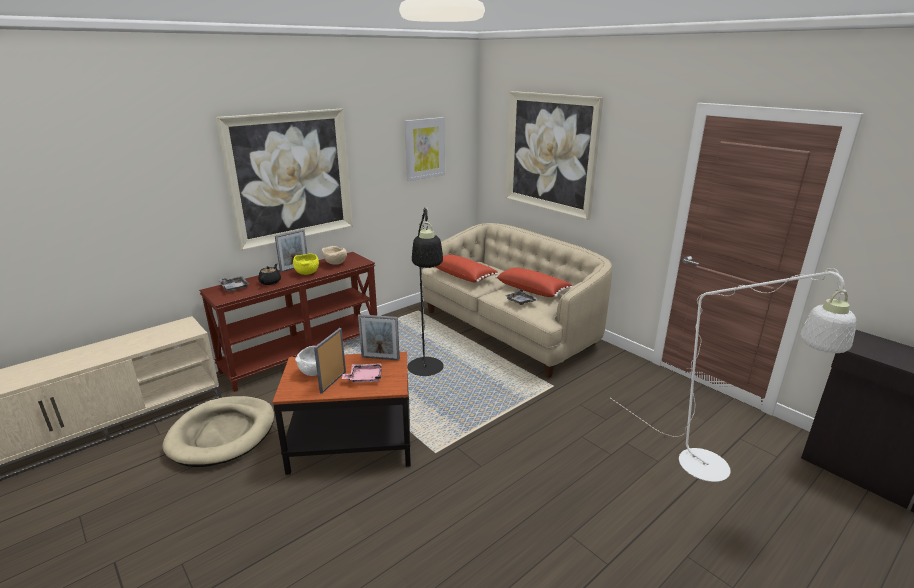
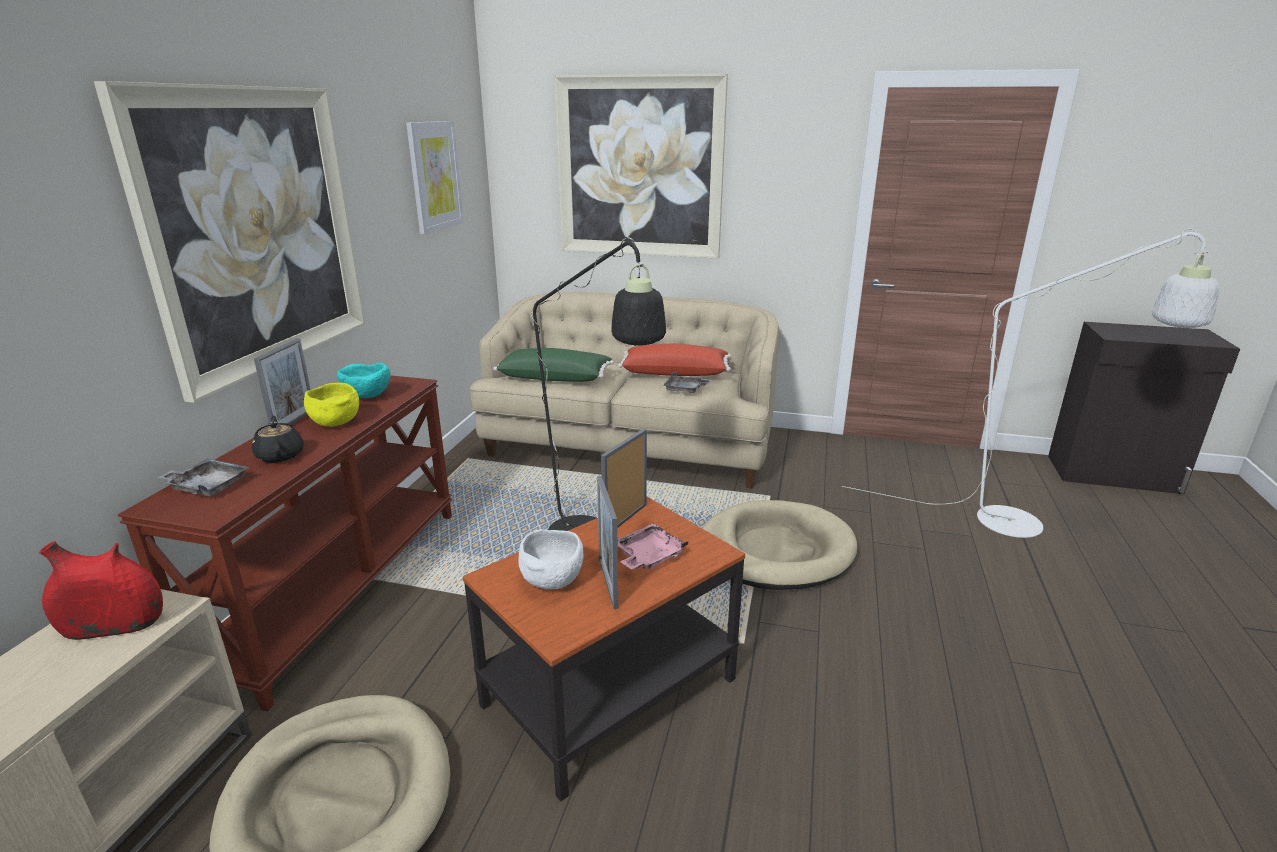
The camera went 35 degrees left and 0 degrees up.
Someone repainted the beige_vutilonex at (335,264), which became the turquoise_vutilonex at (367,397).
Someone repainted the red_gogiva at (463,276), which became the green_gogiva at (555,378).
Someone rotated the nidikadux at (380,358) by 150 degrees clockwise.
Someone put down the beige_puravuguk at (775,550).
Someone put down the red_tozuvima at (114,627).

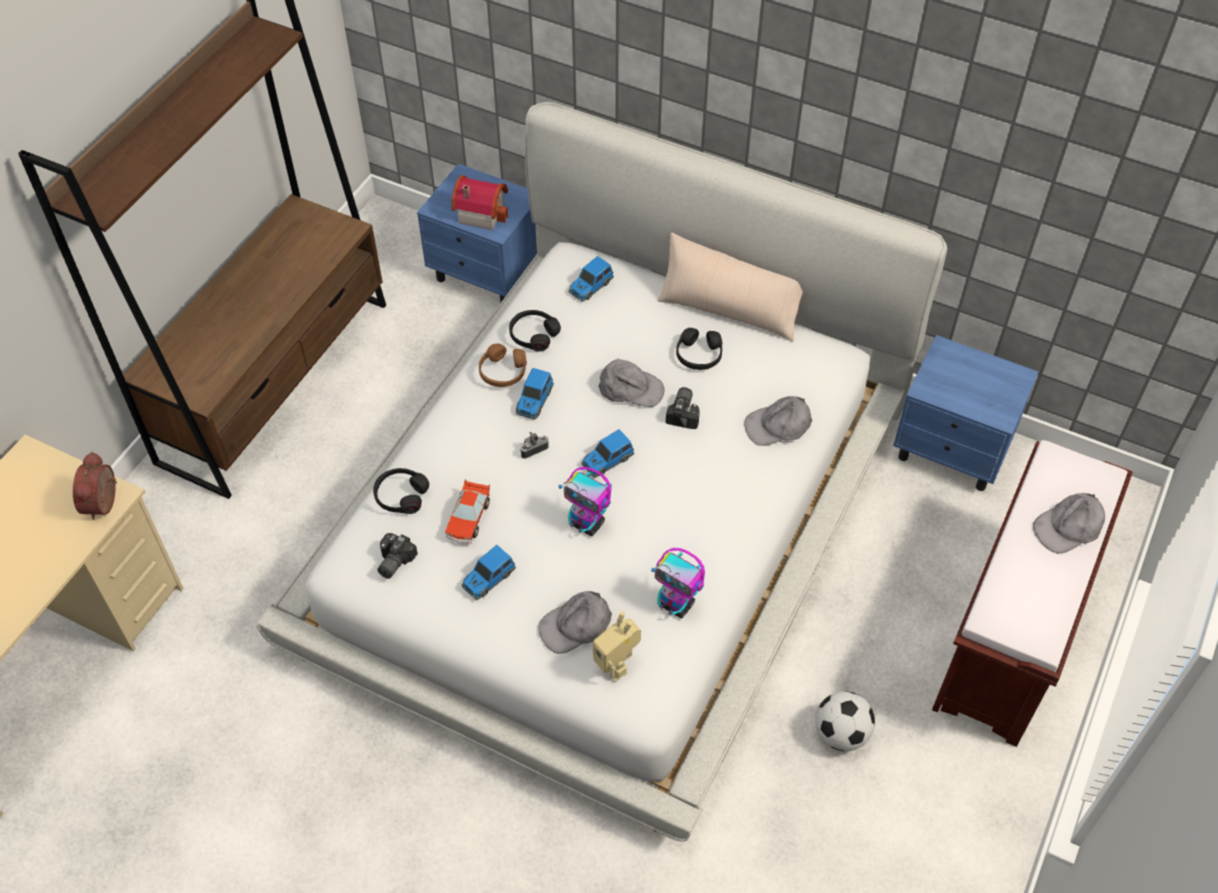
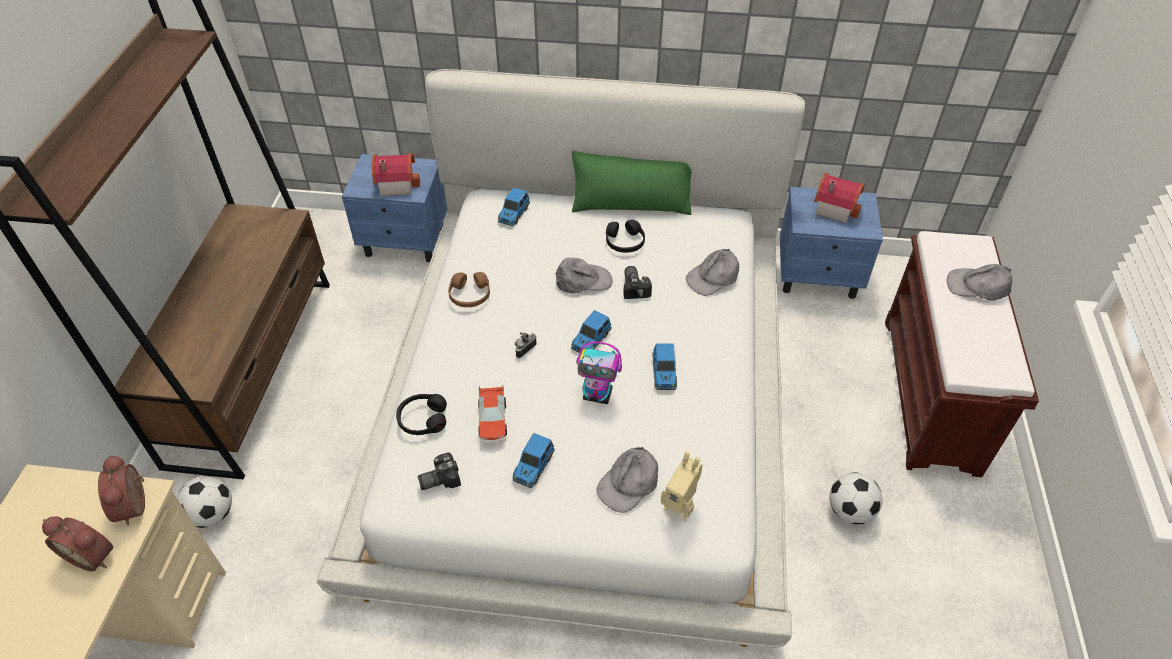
The camera went 20 degrees left and 5 degrees down.
Someone repainted the beige_gogiva at (729,309), which became the green_gogiva at (631,204).
Someone took away the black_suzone at (533,335).
Someone carried the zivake from (534,401) to (664,373).
Someone rotated the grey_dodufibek at (1068,527) by 60 degrees clockwise.
Someone rotated the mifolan at (392,561) by 60 degrees clockwise.
Someone took away the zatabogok at (676,604).
Someone put down the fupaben at (834,207).
Someone put down the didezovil at (212,514).
Someone put down the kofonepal at (93,554).

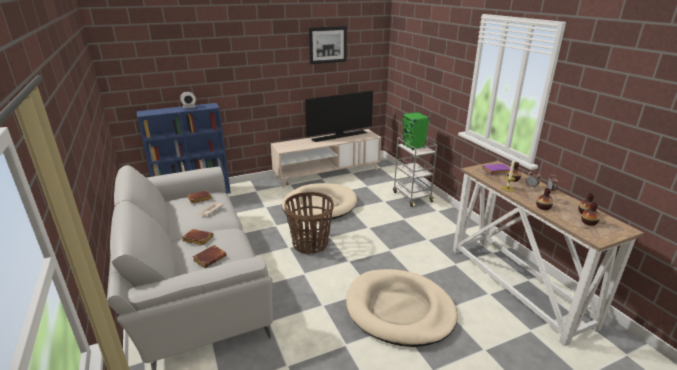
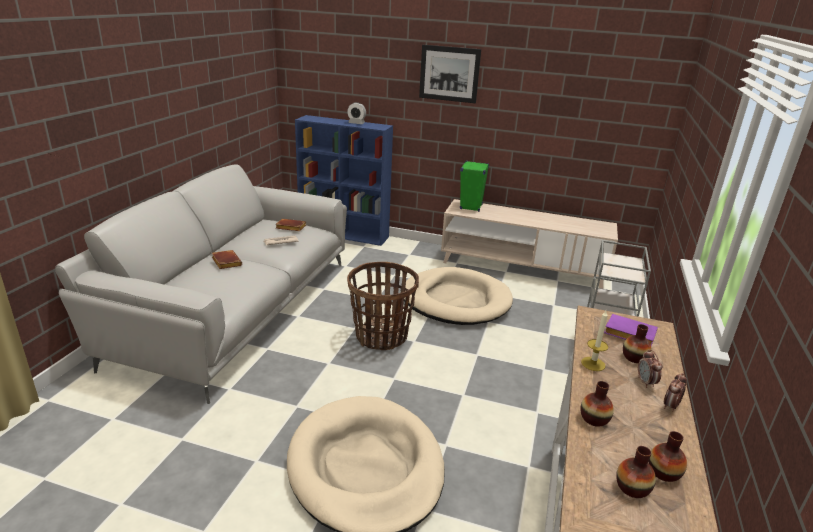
The camera went 40 degrees right and 0 degrees up.
Someone carried the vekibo from (328,45) to (449,74).
Someone took away the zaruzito at (339,136).
Someone carried the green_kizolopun from (413,146) to (471,207).
Someone took away the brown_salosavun at (210,258).

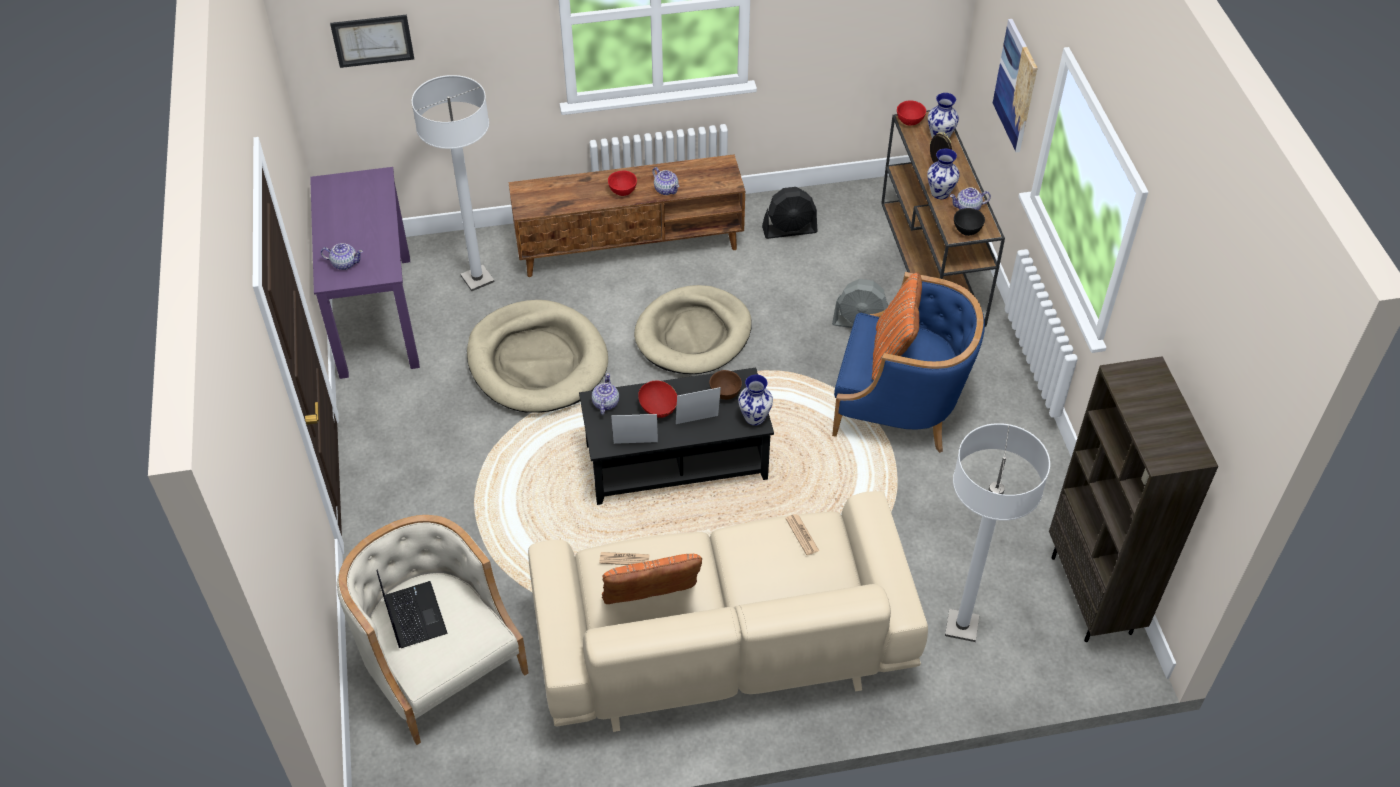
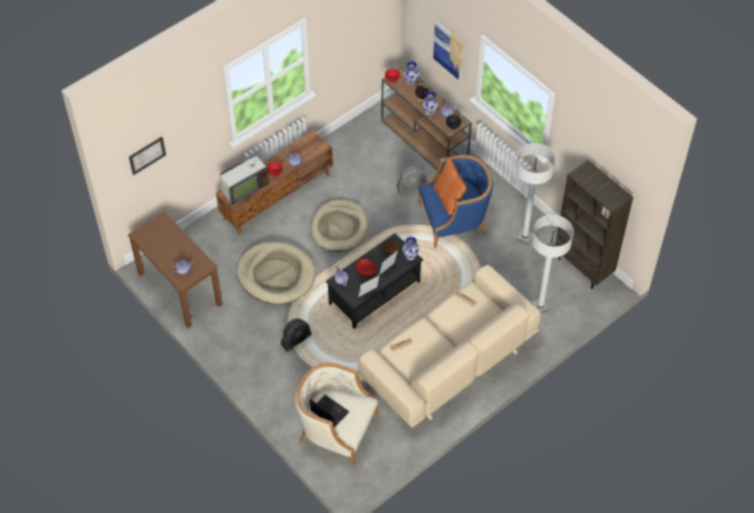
The camera went 30 degrees left and 5 degrees up.
Someone carried the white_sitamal from (477,279) to (524,237).
Someone repainted the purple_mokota at (375,314), which became the brown_mokota at (179,288).
Someone carried the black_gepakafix from (789,230) to (296,340).
Someone took away the orange_gogiva at (651,603).
Someone put down the zaruzito at (243,189).

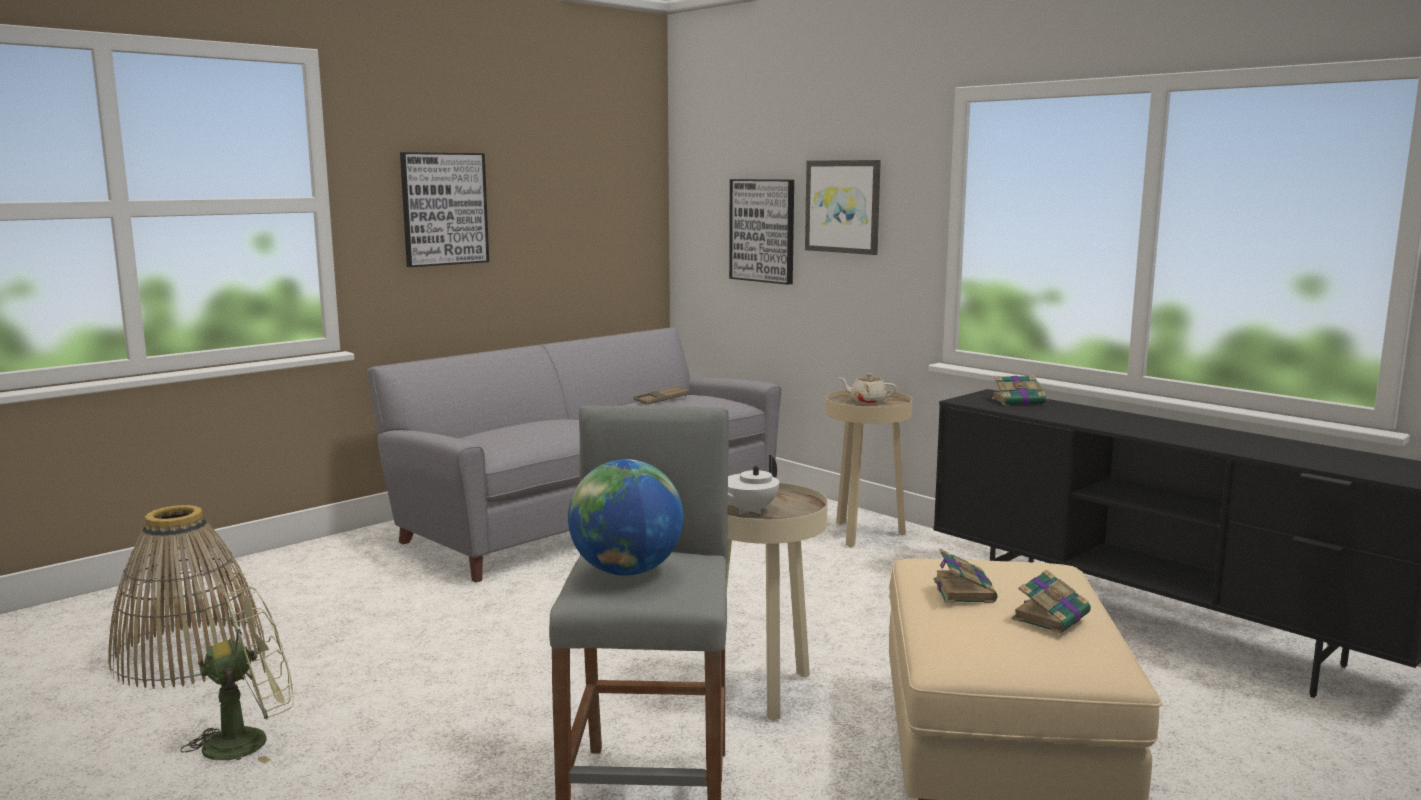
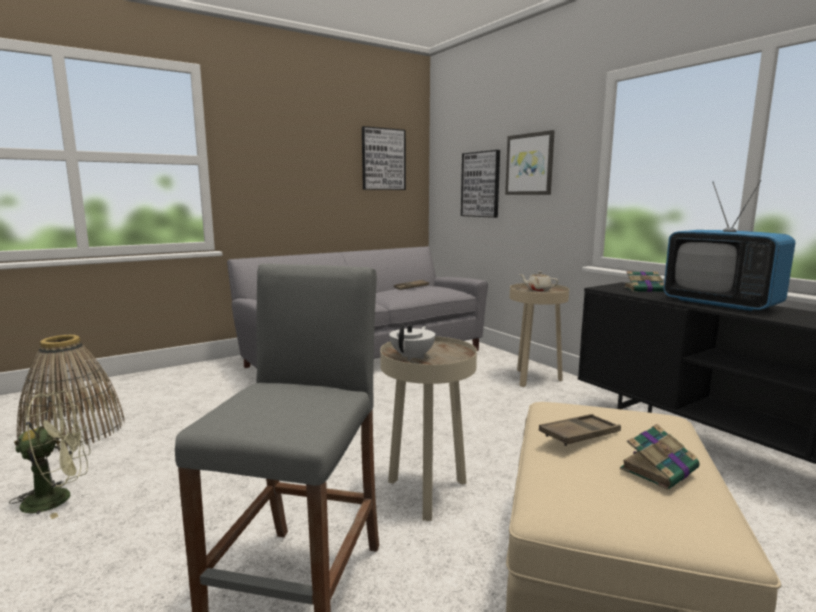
The camera went 10 degrees right and 0 degrees up.
Someone carried the vekibo from (444,209) to (383,159).
Someone rotated the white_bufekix at (748,511) by 150 degrees clockwise.
Someone took away the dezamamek at (626,572).
Someone swapped the salosavun at (963,590) for the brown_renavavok at (579,435).
Someone put down the zaruzito at (720,304).

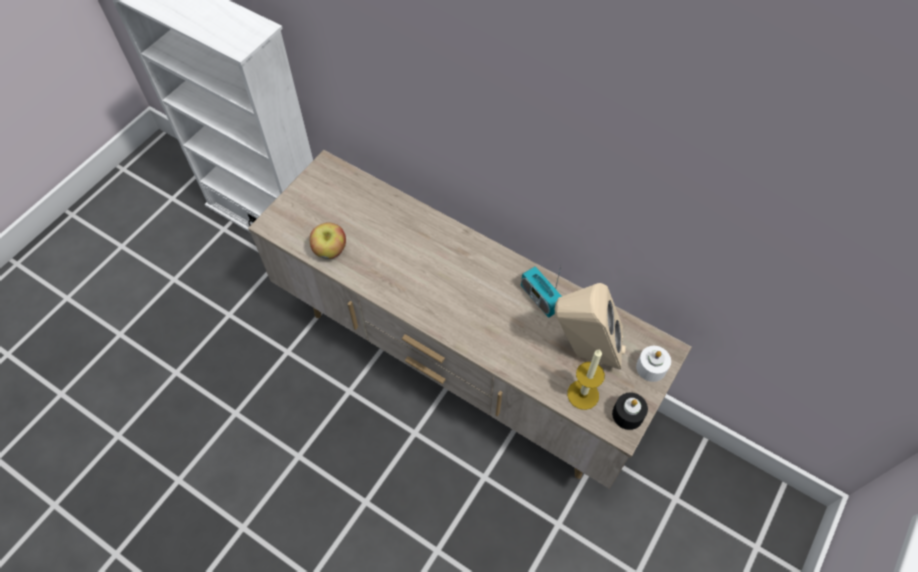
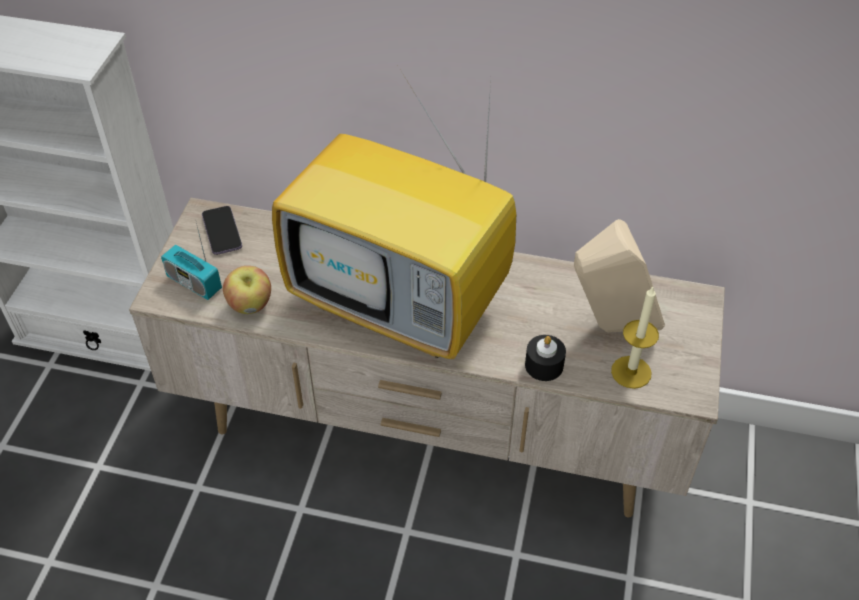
The camera went 20 degrees left and 10 degrees down.
Someone carried the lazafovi from (540,298) to (194,283).
Someone took away the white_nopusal at (651,367).
Someone carried the black_nopusal from (627,415) to (544,365).
Someone put down the zaruzito at (403,305).
Someone put down the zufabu at (222,231).

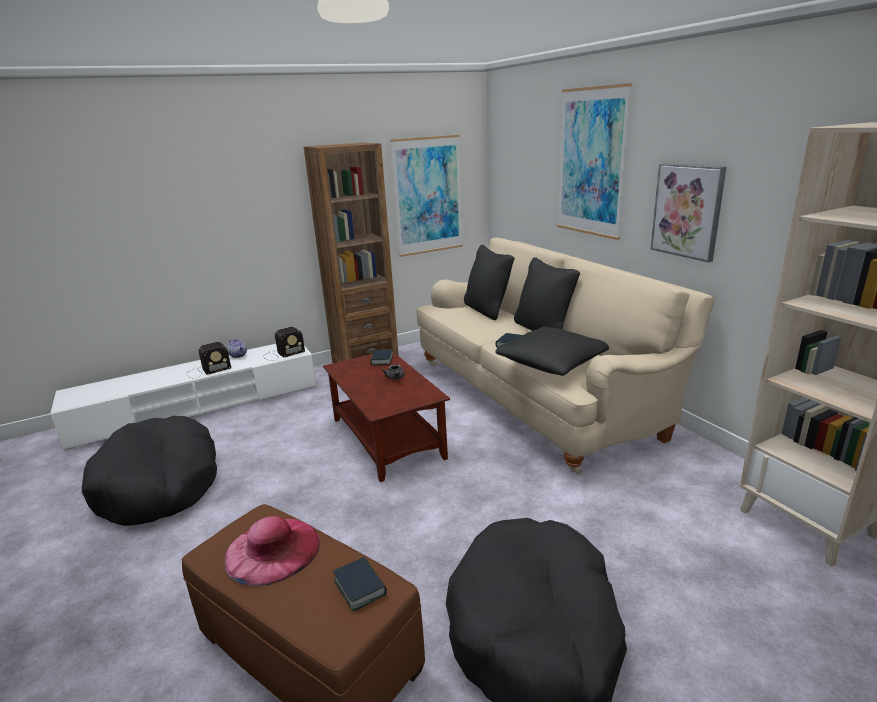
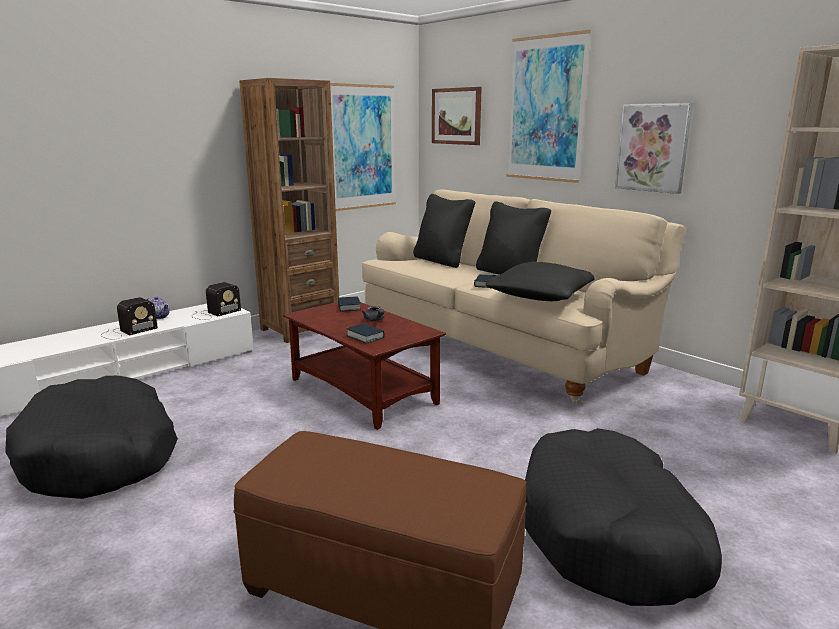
The camera went 15 degrees left and 5 degrees down.
Someone took away the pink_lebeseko at (272,550).
Someone carried the salosavun from (360,587) to (365,337).
Someone put up the vekibo at (456,116).

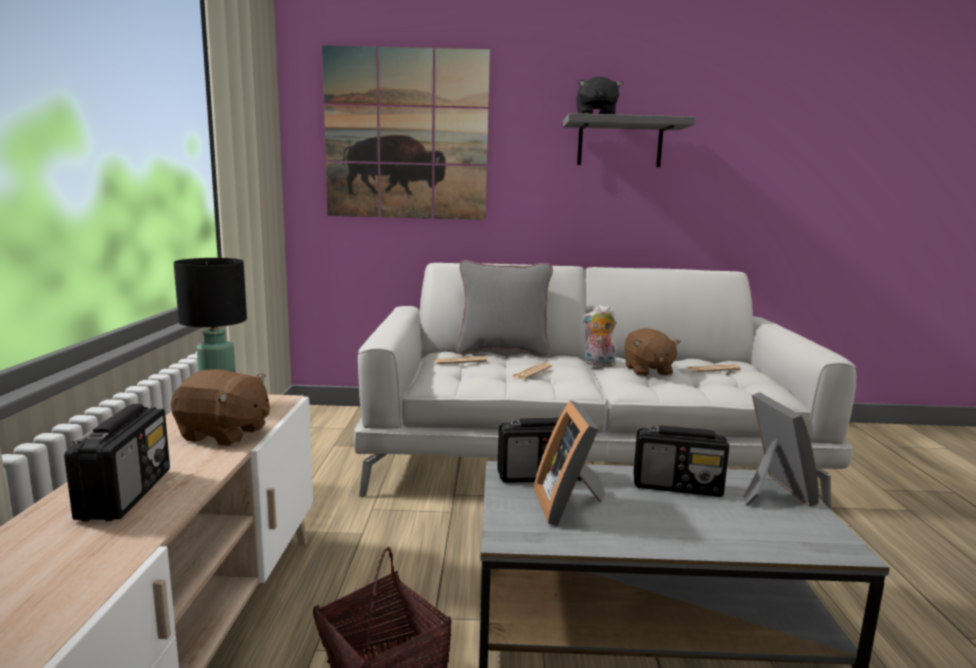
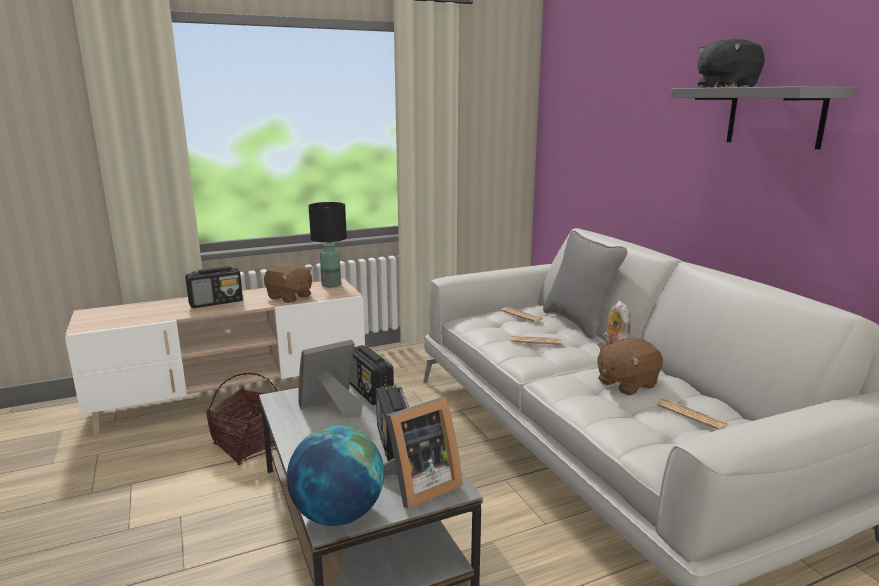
The camera went 65 degrees right and 5 degrees up.
Someone took away the vekibo at (406,135).
Someone rotated the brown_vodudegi at (224,434) by 45 degrees counterclockwise.
Someone put down the dezamamek at (338,514).

